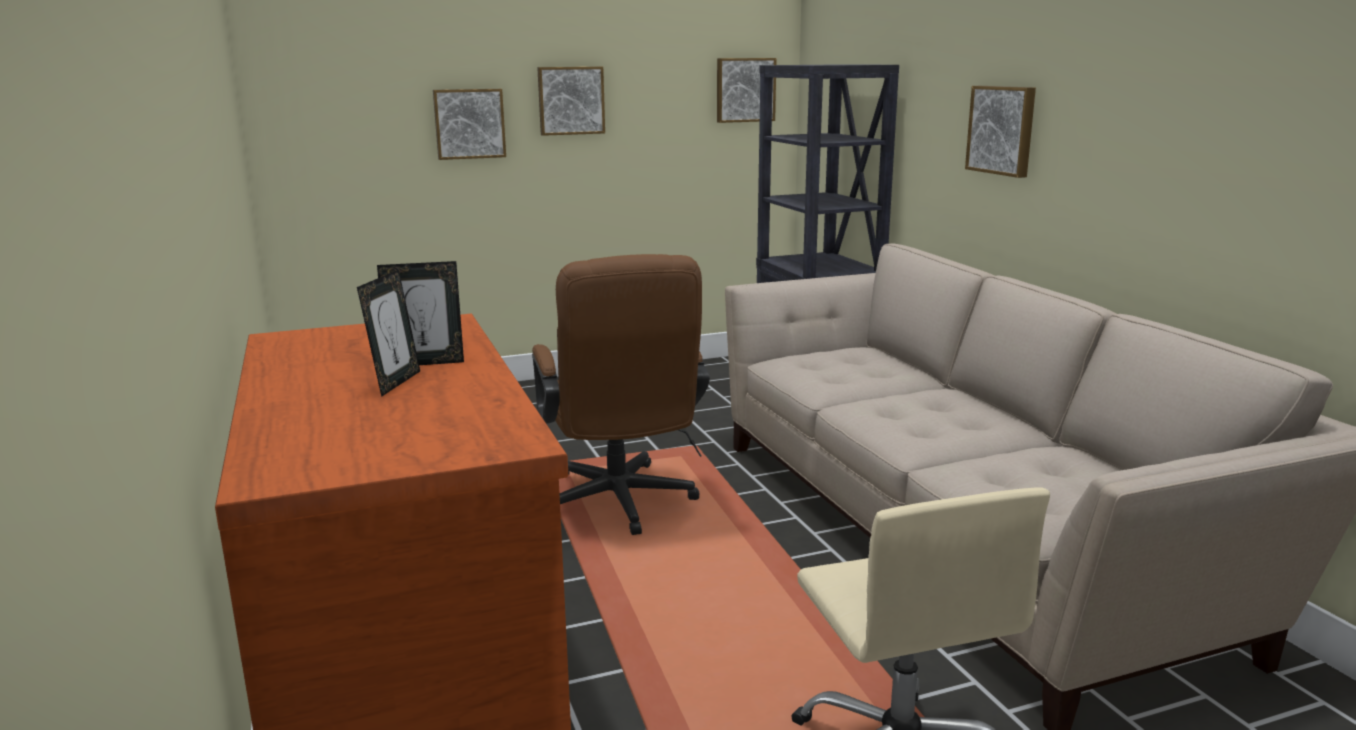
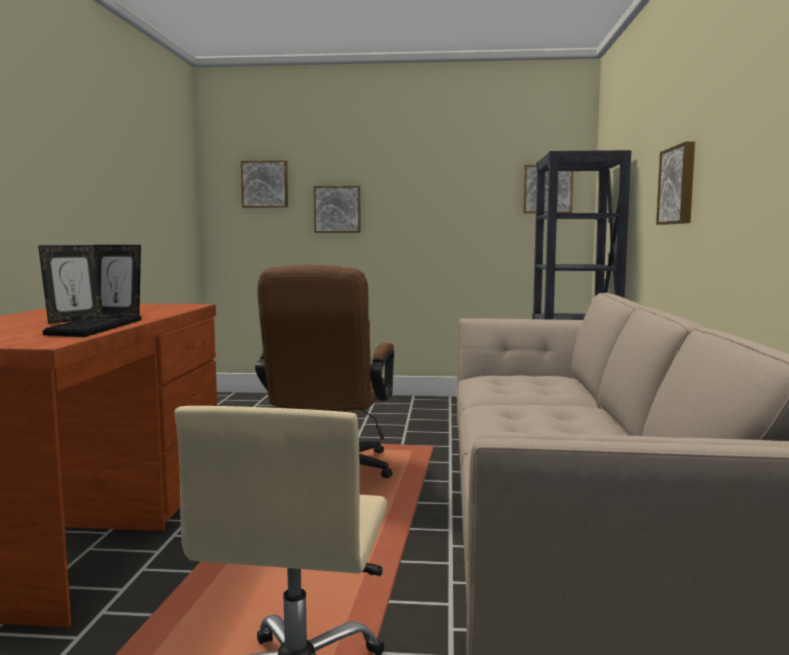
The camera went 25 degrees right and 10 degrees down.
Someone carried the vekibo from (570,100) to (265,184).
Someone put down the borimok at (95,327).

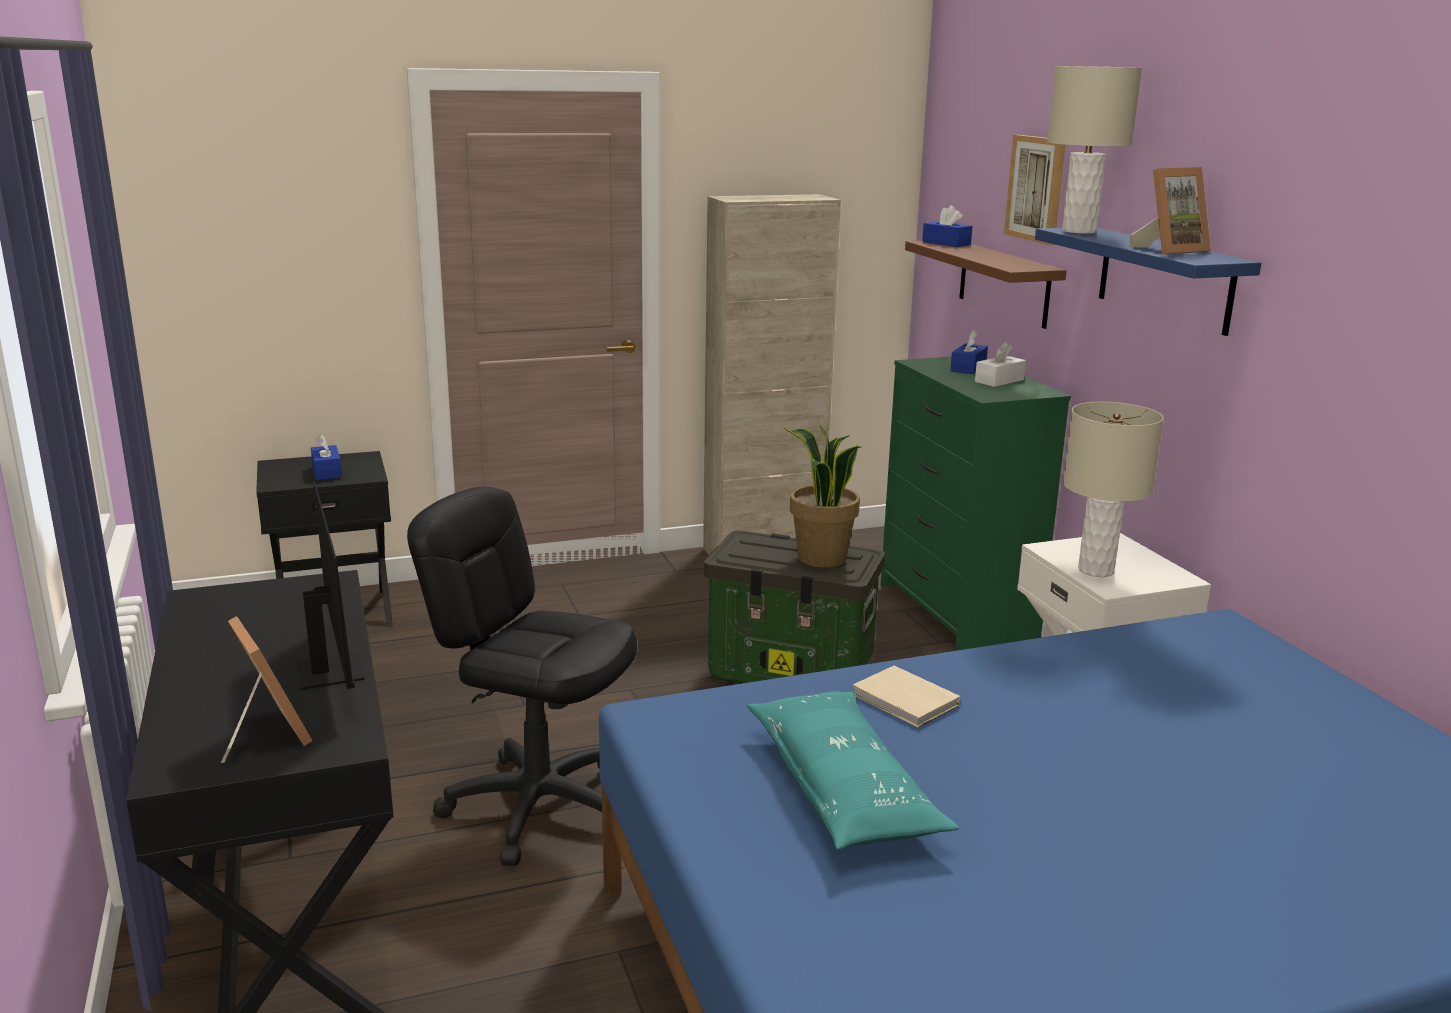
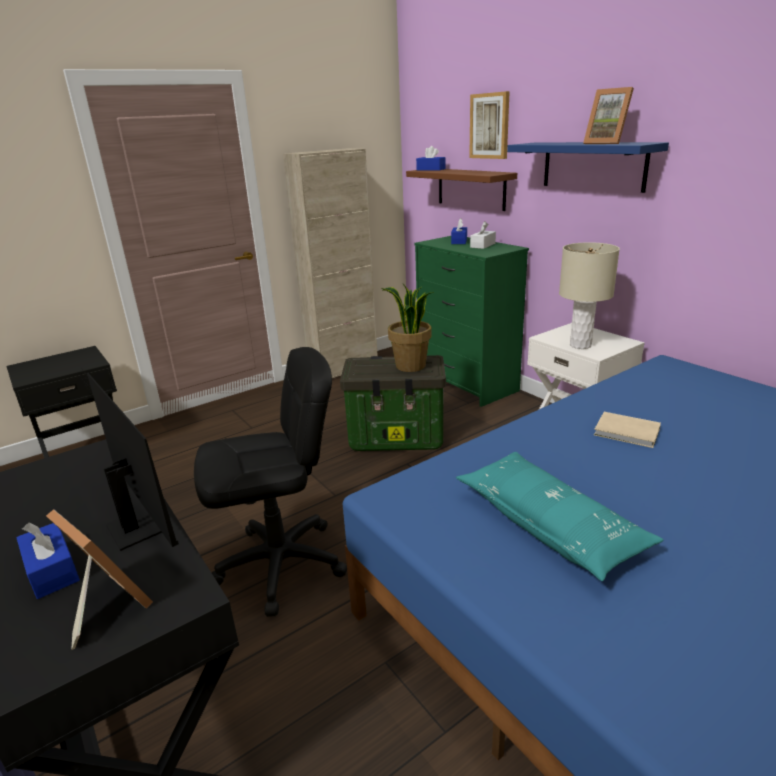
The camera went 15 degrees left and 5 degrees up.
Someone took away the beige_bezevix at (1078,231).
Someone rotated the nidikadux at (1169,250) by 90 degrees clockwise.
Someone carried the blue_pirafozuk from (327,472) to (52,570).
Someone rotated the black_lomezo at (538,806) by 150 degrees clockwise.
Someone carried the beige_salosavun from (906,701) to (628,432).

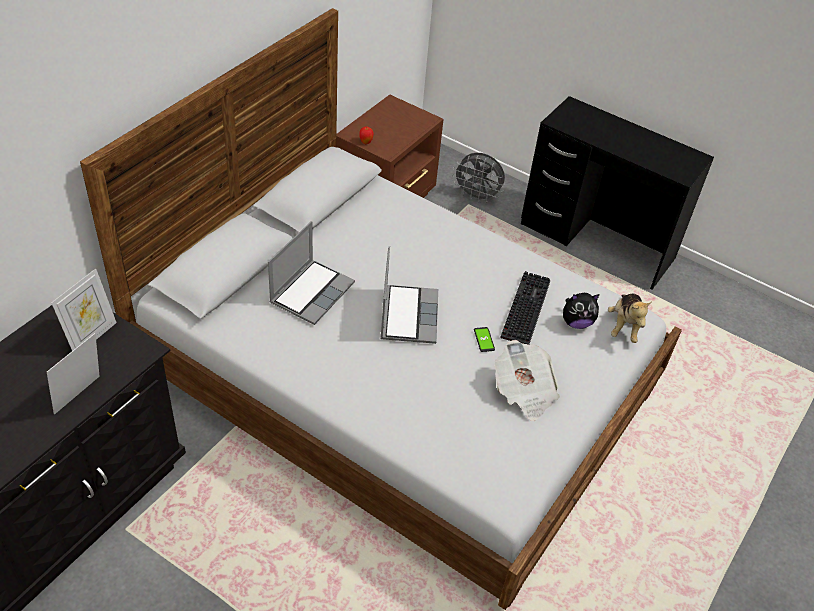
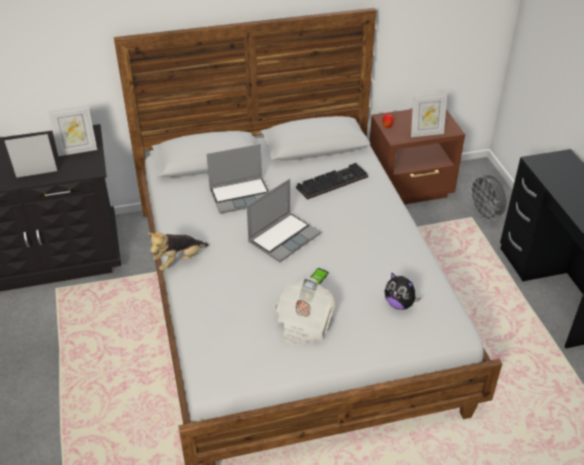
The camera went 45 degrees right and 5 degrees down.
Someone carried the borimok from (524,308) to (332,181).
Someone carried the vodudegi from (624,326) to (179,261).
Someone put down the nidikadux at (426,133).

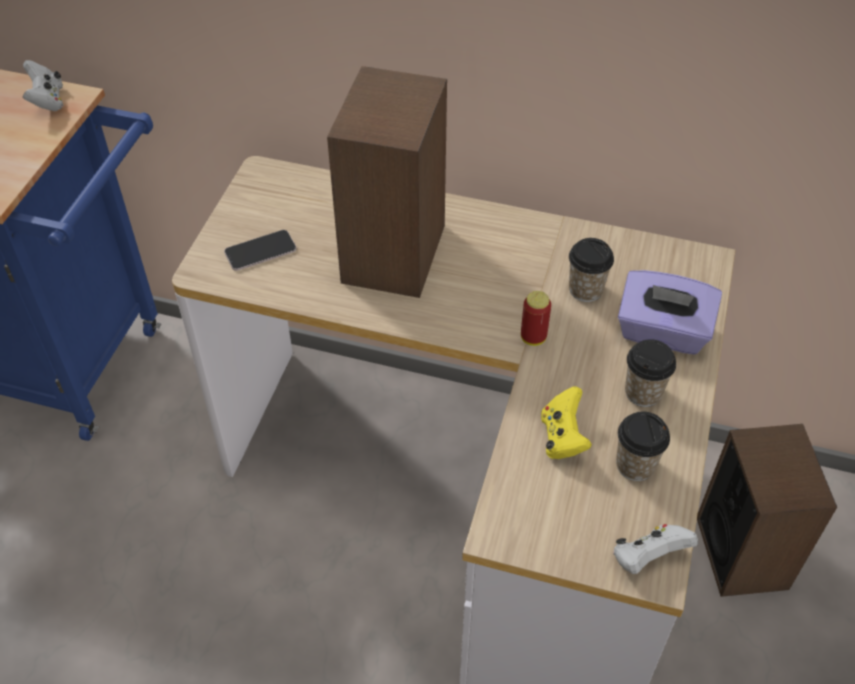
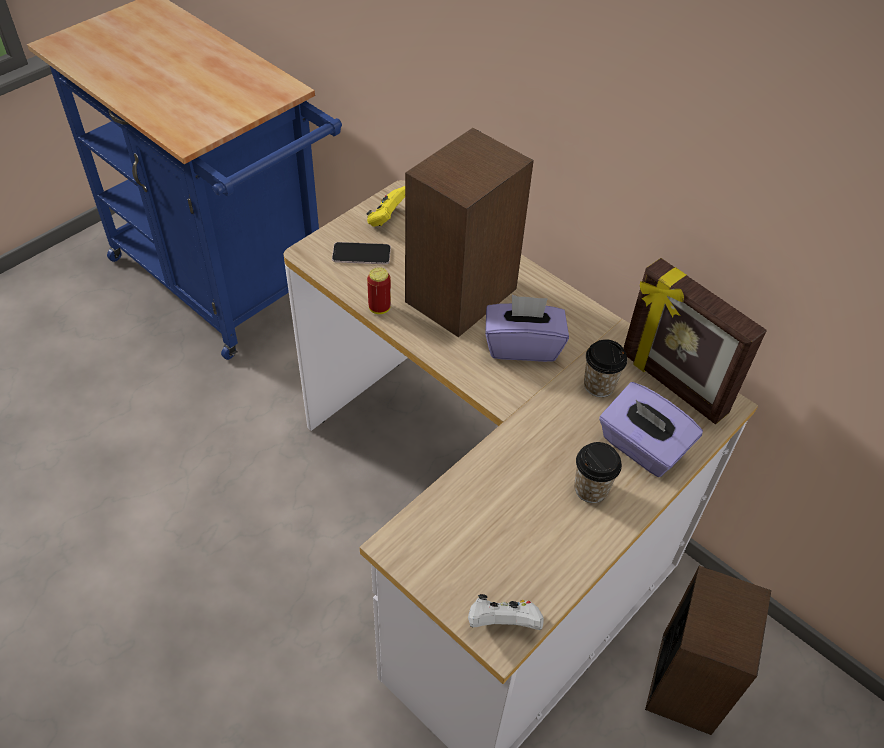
The camera went 25 degrees right and 0 degrees up.
Someone took away the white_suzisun at (48,101).
Someone carried the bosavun from (533,337) to (379,308).
Someone carried the yellow_suzisun from (562,437) to (387,218).
Someone took away the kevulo at (635,465).
Someone put down the nidikadux at (672,384).
Someone put down the purple_pirafozuk at (522,345).

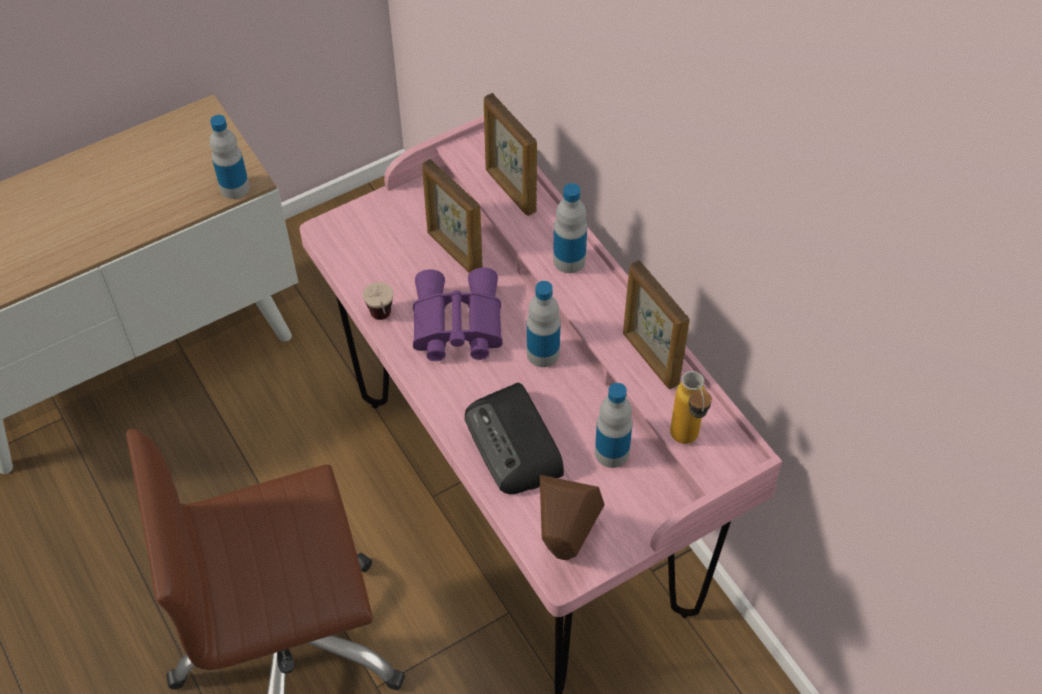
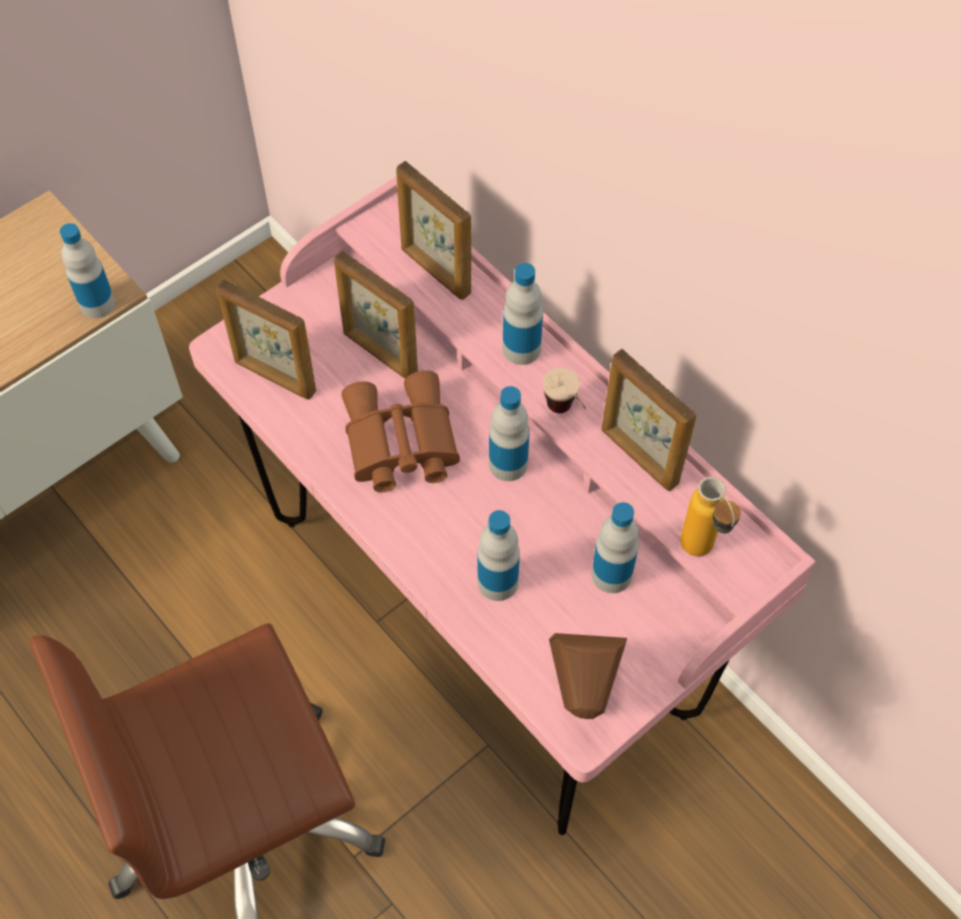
The camera went 10 degrees left and 5 degrees up.
Someone repainted the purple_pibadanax at (455,325), which became the brown_pibadanax at (398,443).
Someone carried the kevulo from (383,322) to (566,415).
Someone swapped the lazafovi at (515,445) for the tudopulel at (497,582).
Someone put down the nidikadux at (274,377).

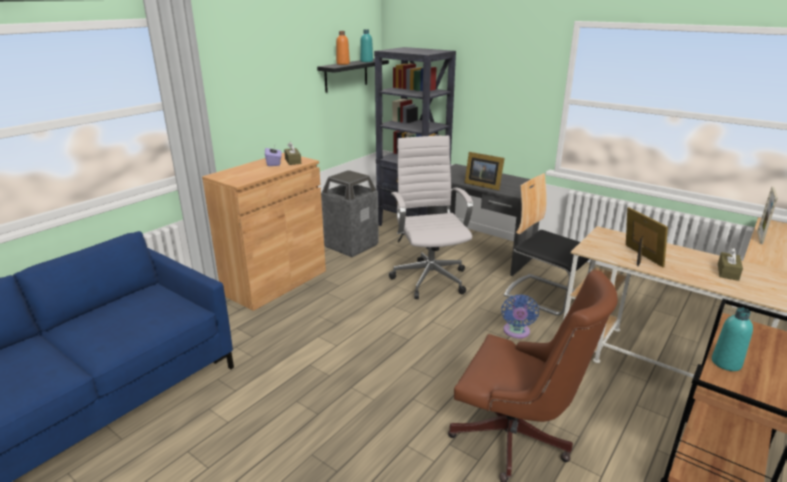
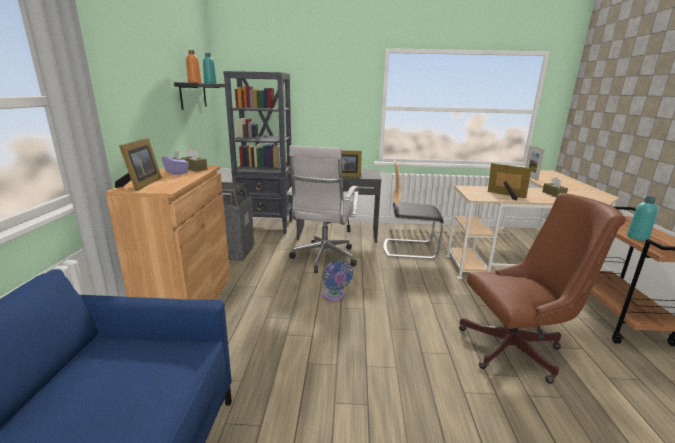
The camera went 35 degrees left and 5 degrees down.
Someone rotated the white_lomezo at (429,278) by 120 degrees counterclockwise.
Someone carried the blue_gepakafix from (516,332) to (334,296).
Someone put down the nidikadux at (141,184).

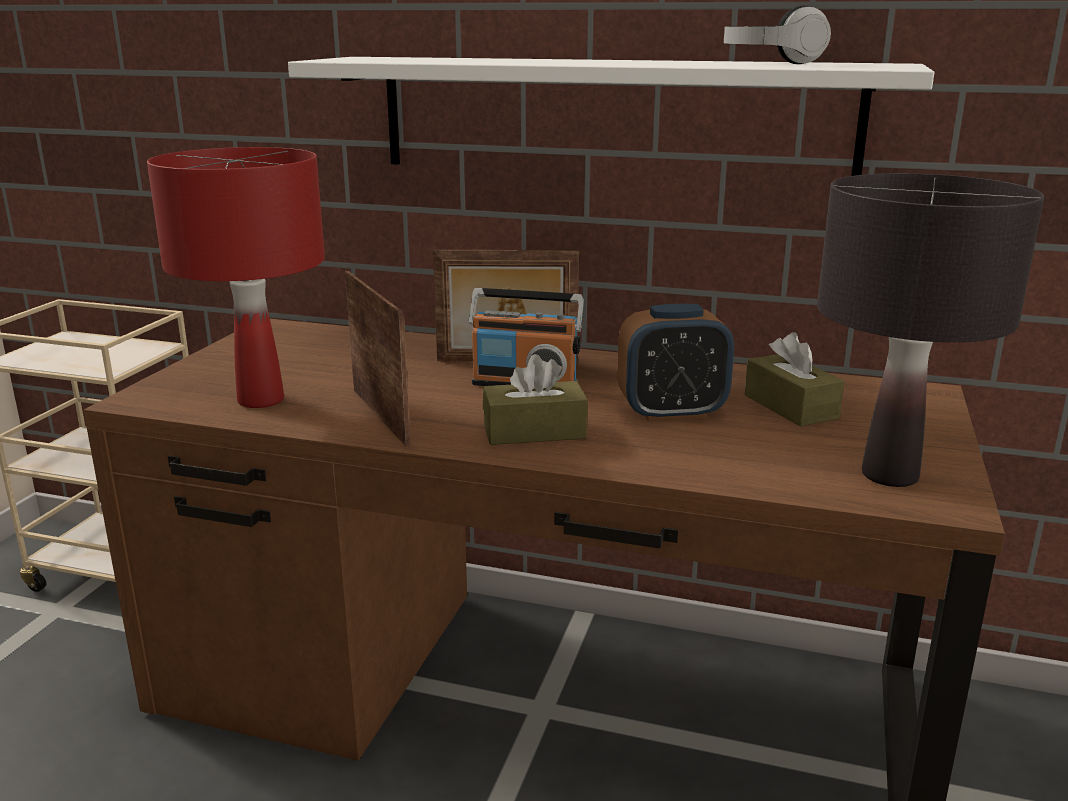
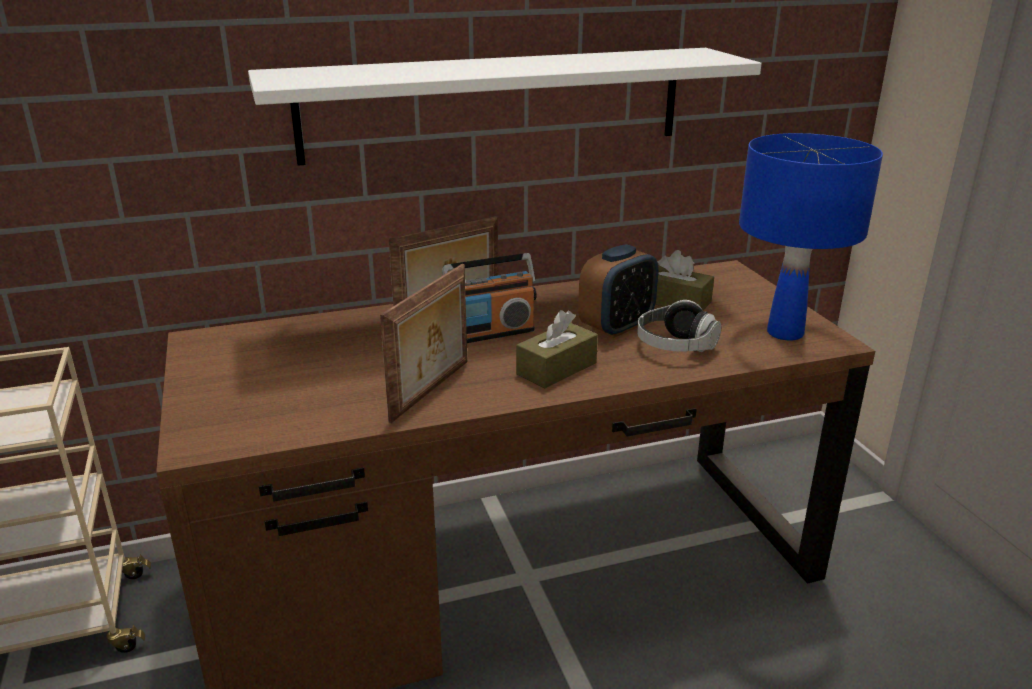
The camera went 35 degrees left and 5 degrees up.
Someone carried the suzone from (774,63) to (675,346).
Someone took away the red_bezevix at (260,400).
Someone repainted the black_bezevix at (890,475), which became the blue_bezevix at (785,333).
Someone rotated the nidikadux at (382,415) by 90 degrees clockwise.

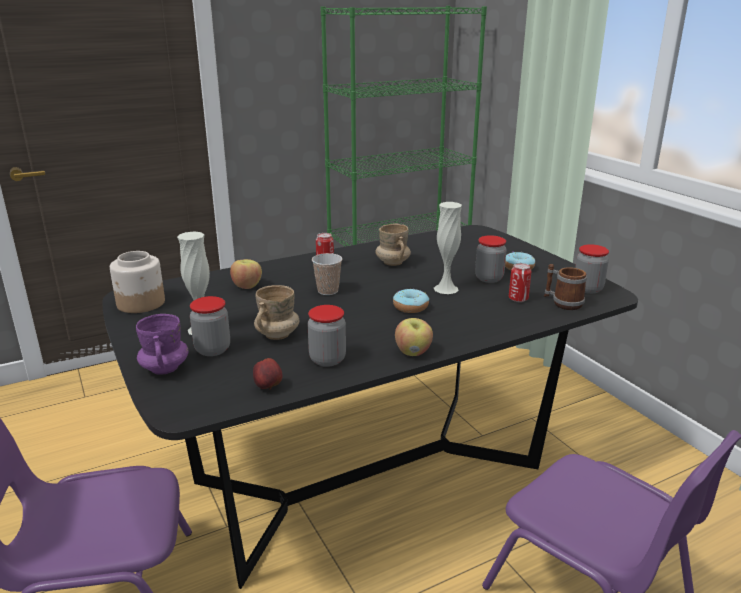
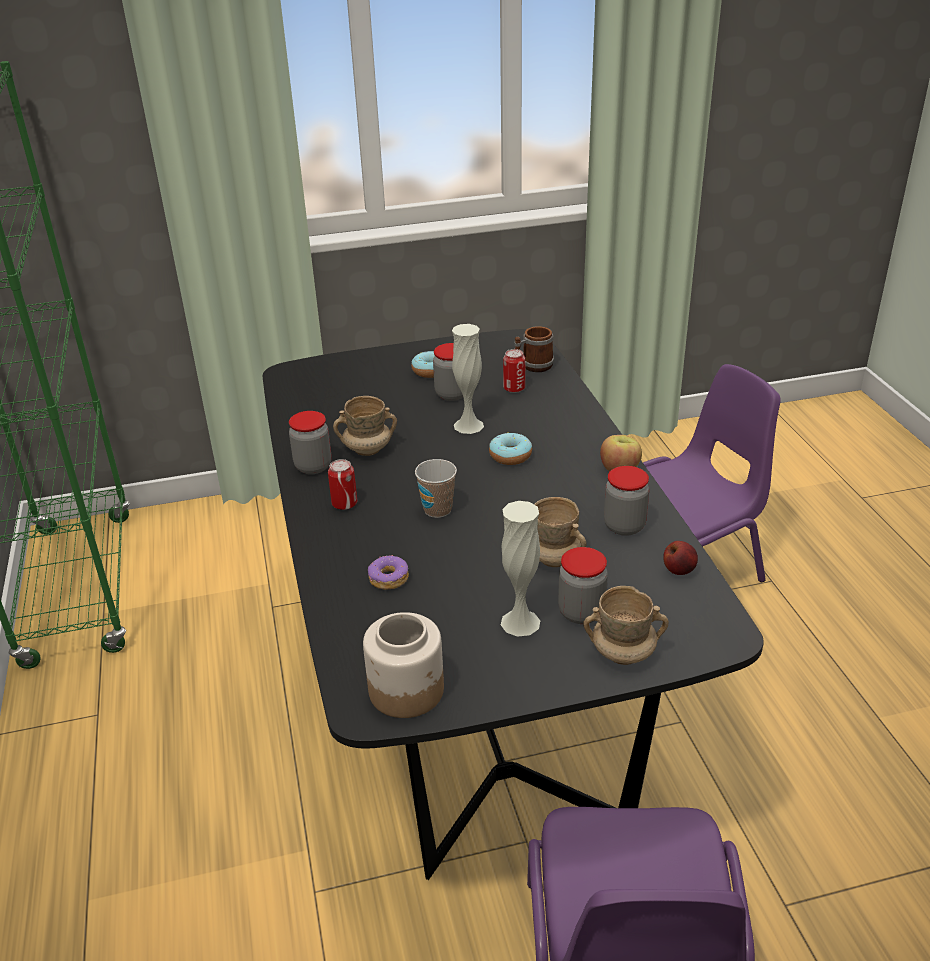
The camera went 75 degrees left and 10 degrees up.
Someone carried the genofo from (588,289) to (313,466).
Someone swapped the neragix at (247,286) for the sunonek at (388,578).
Someone repainted the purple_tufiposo at (165,368), which became the beige_tufiposo at (623,653).

